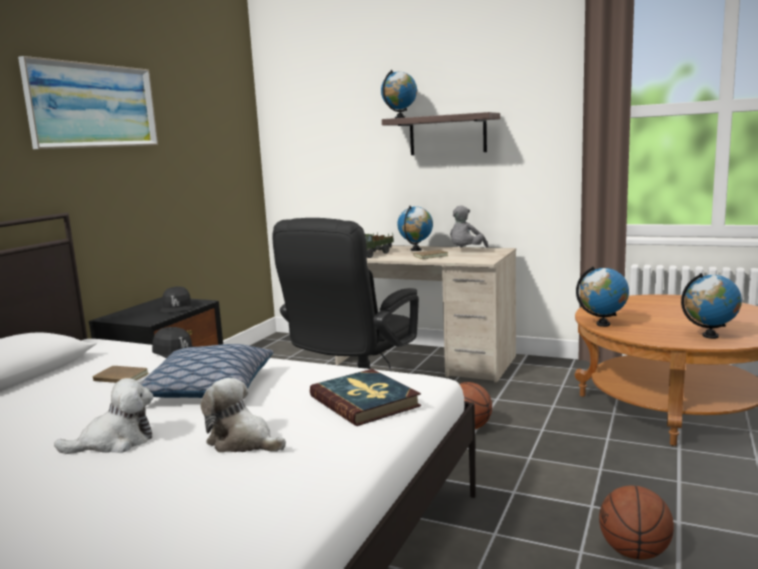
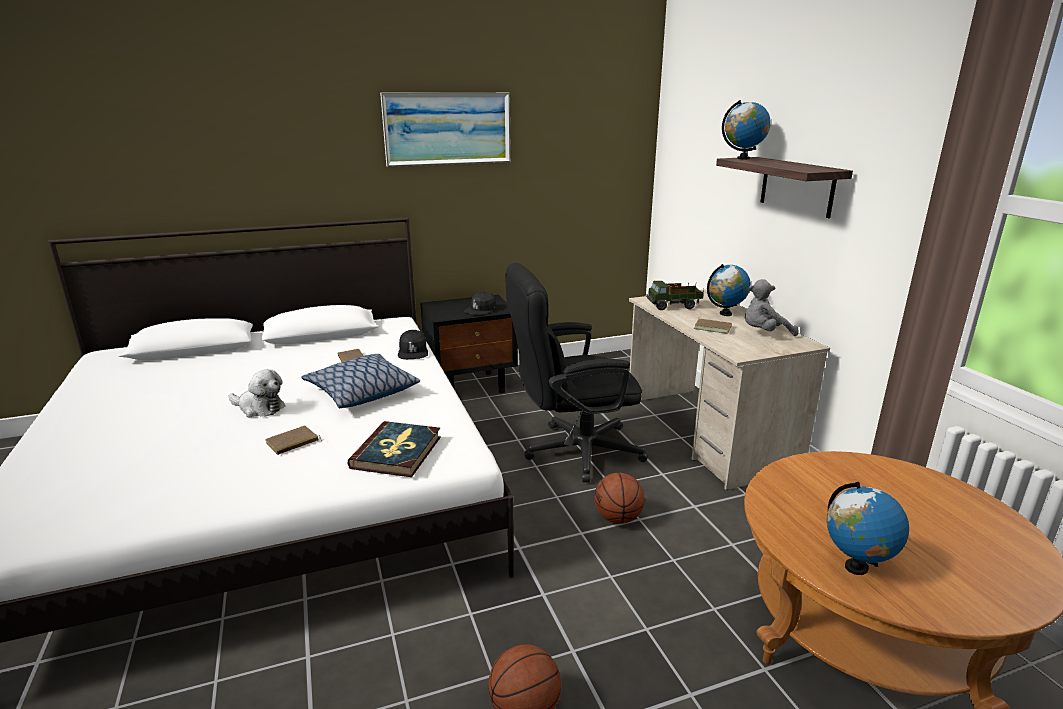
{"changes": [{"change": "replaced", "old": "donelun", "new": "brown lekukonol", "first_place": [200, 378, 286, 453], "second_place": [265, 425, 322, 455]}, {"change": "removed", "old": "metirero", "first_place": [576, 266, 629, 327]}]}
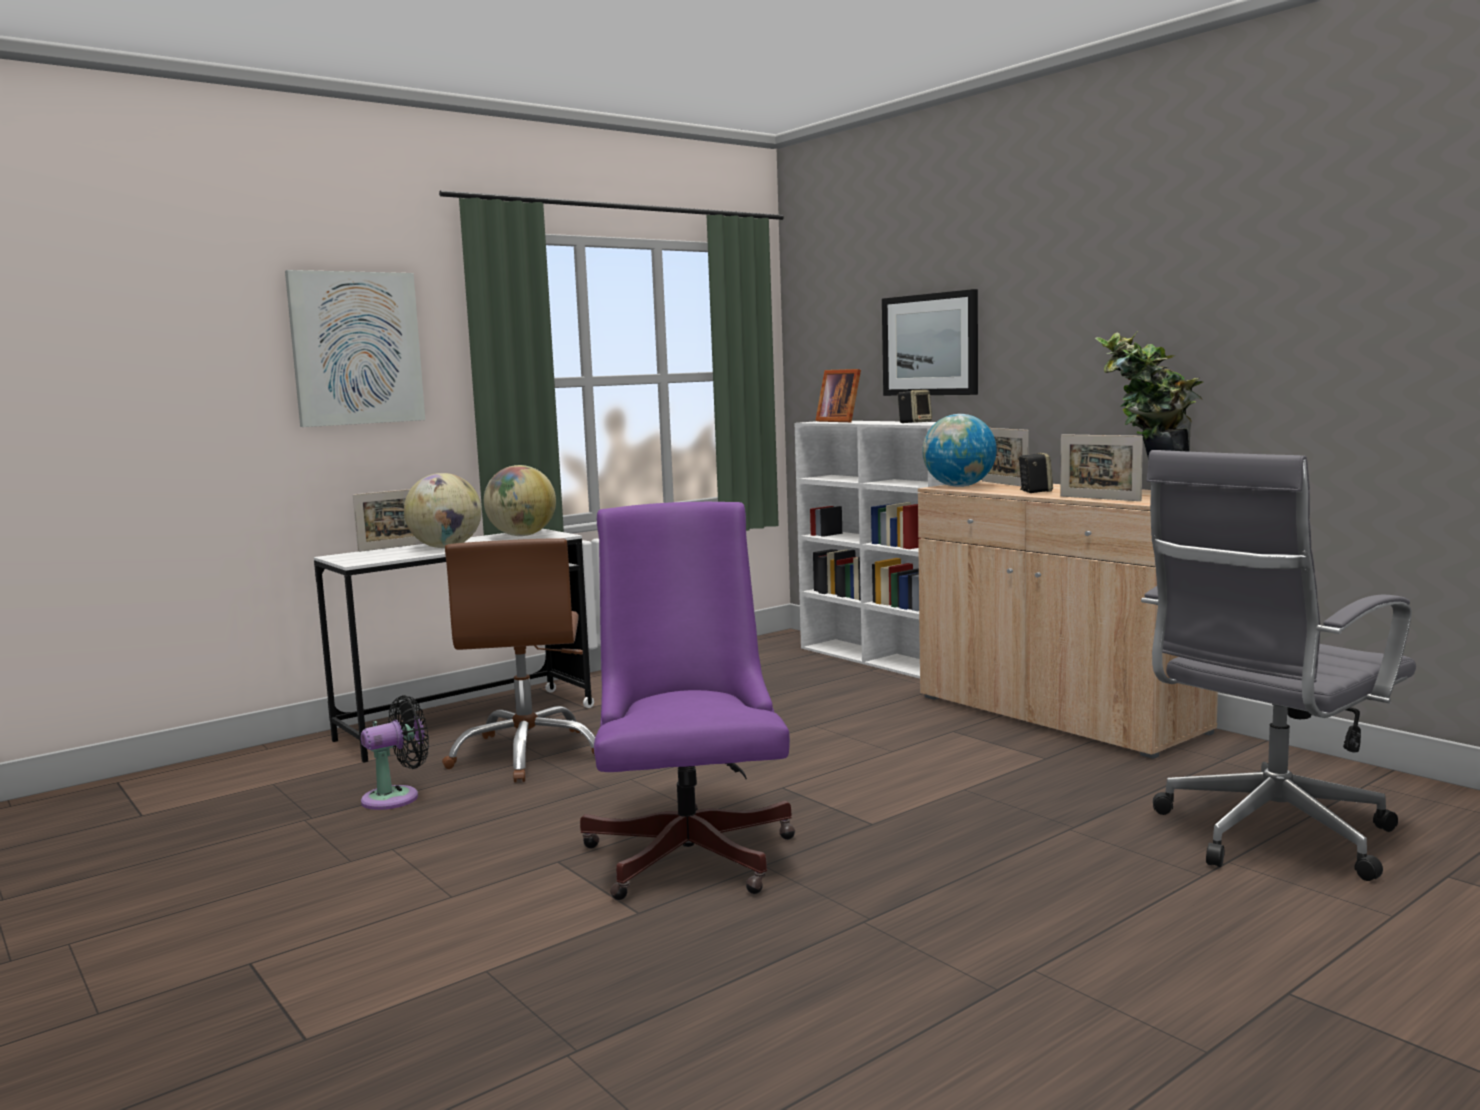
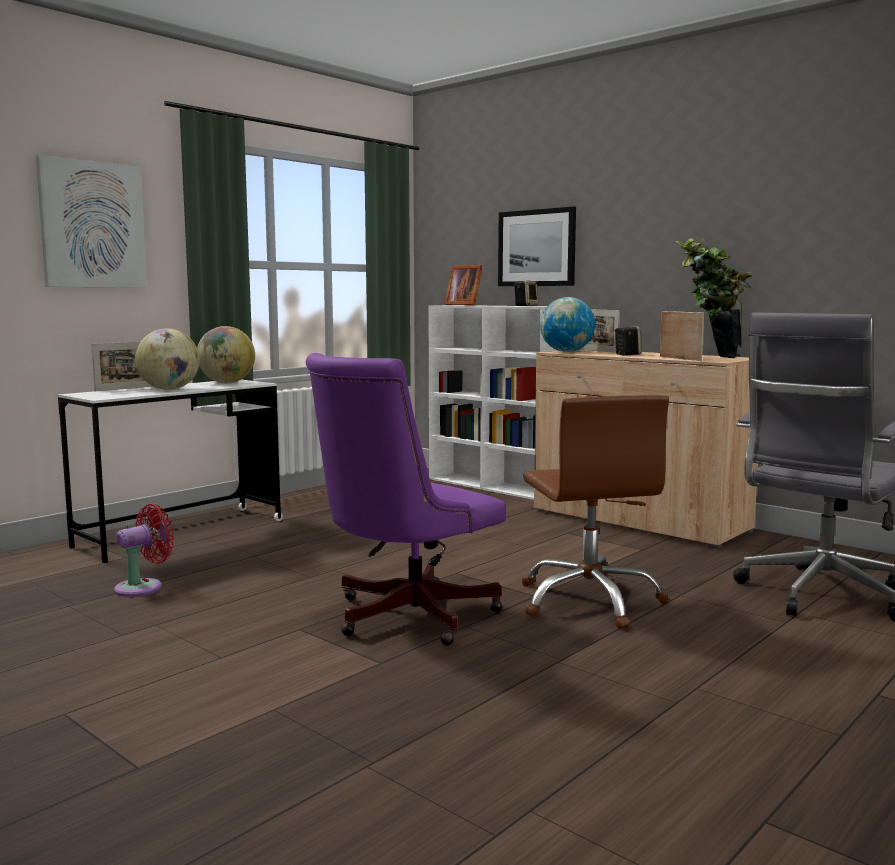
{"changes": [{"change": "recoloured", "old": "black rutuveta", "new": "red rutuveta", "first_place": [361, 695, 429, 810], "second_place": [114, 504, 174, 597]}, {"change": "moved", "old": "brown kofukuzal", "first_place": [442, 538, 595, 782], "second_place": [522, 395, 669, 629]}, {"change": "turned", "old": "purple kofukuzal", "first_place": [580, 502, 795, 900], "second_place": [306, 353, 506, 646], "degrees": -120}, {"change": "turned", "old": "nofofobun", "first_place": [1060, 434, 1143, 501], "second_place": [660, 311, 704, 361], "degrees": -150}]}
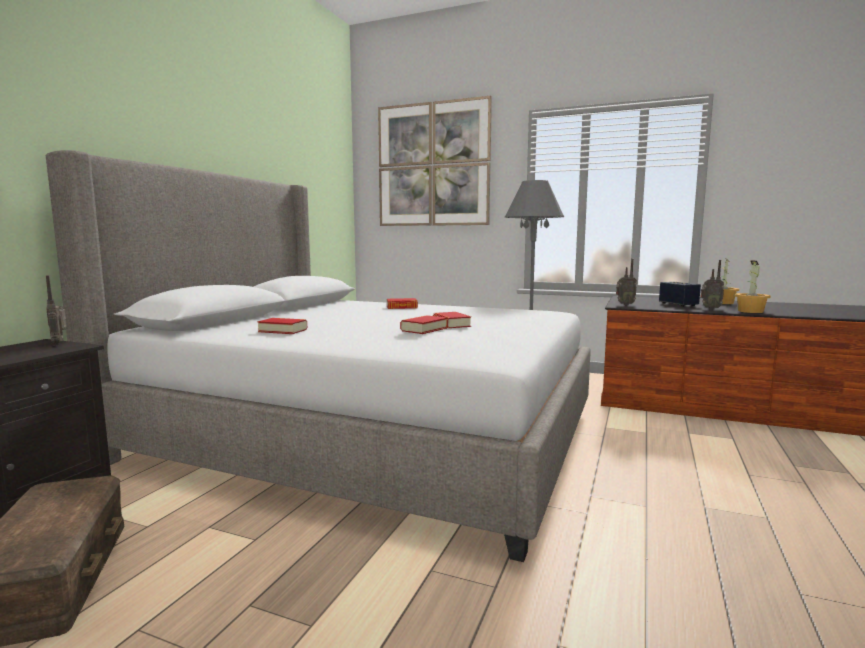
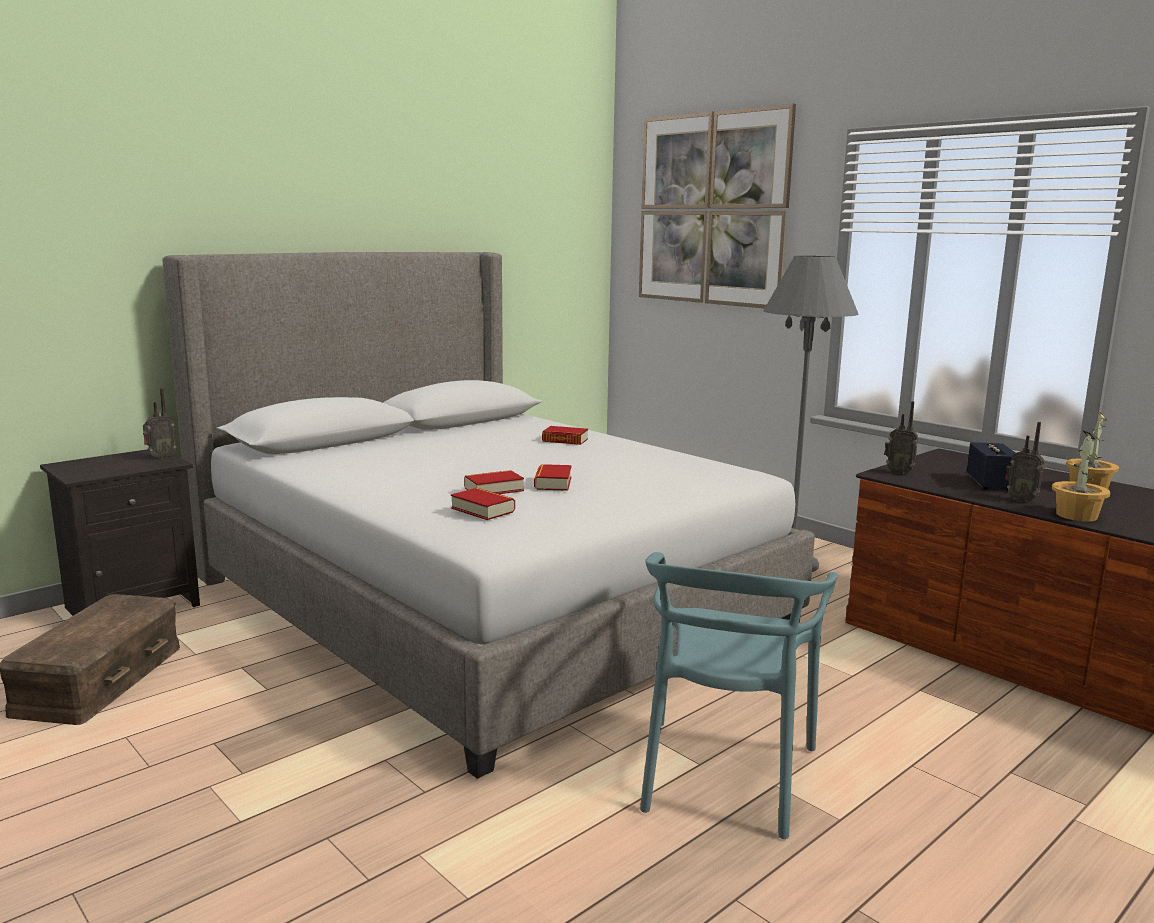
{"changes": [{"change": "turned", "old": "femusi", "first_place": [46, 276, 67, 346], "second_place": [143, 388, 177, 459], "degrees": -120}, {"change": "moved", "old": "lekukonol", "first_place": [257, 318, 307, 334], "second_place": [451, 488, 515, 520]}, {"change": "added", "new": "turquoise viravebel", "second_place": [640, 552, 838, 839]}]}
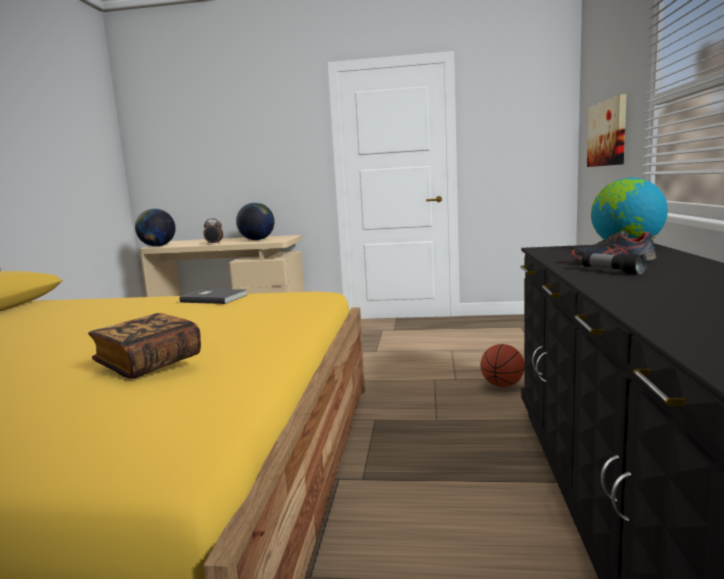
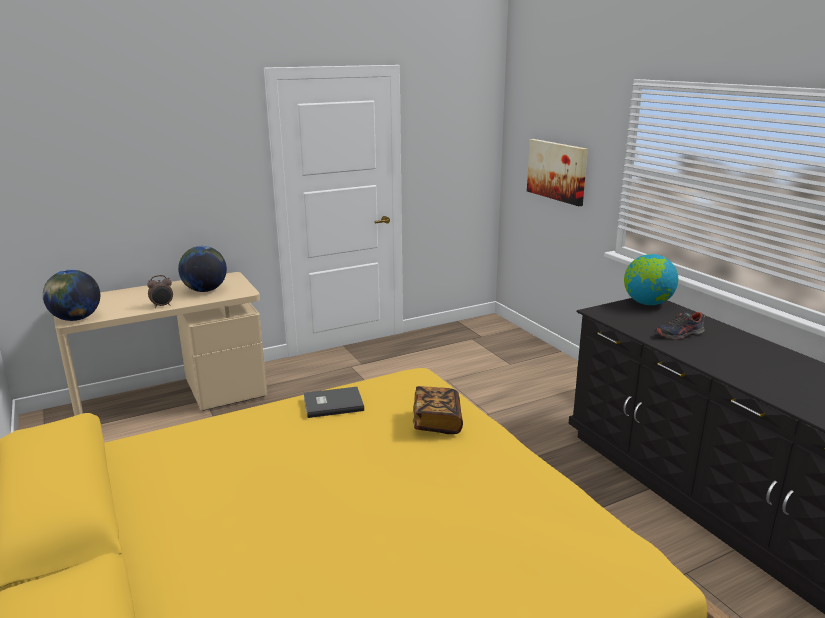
{"changes": [{"change": "moved", "old": "lekukonol", "first_place": [88, 313, 201, 379], "second_place": [413, 386, 463, 434]}, {"change": "removed", "old": "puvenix", "first_place": [480, 344, 525, 387]}, {"change": "removed", "old": "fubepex", "first_place": [582, 252, 647, 275]}]}
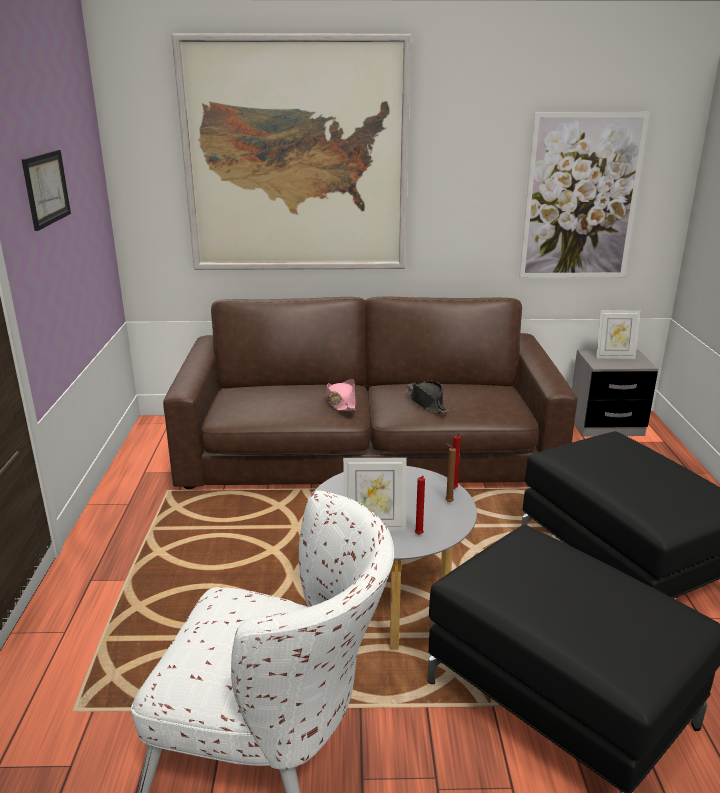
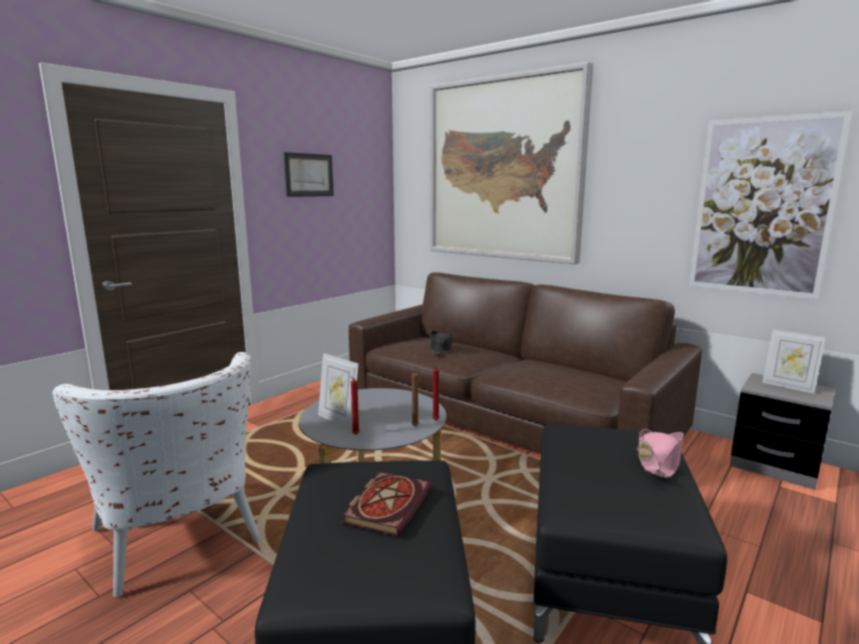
{"changes": [{"change": "moved", "old": "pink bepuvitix", "first_place": [327, 379, 356, 411], "second_place": [637, 429, 684, 478]}, {"change": "moved", "old": "black bepuvitix", "first_place": [406, 380, 449, 414], "second_place": [430, 330, 453, 355]}, {"change": "added", "new": "lekukonol", "second_place": [341, 472, 432, 536]}]}
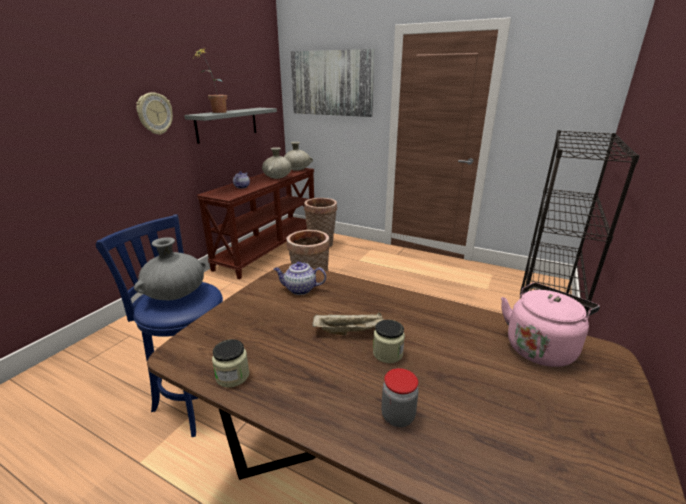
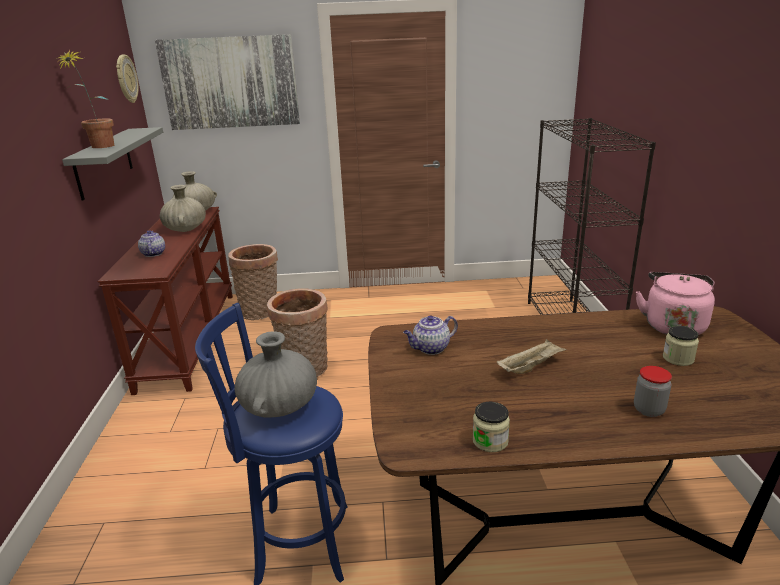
{"changes": [{"change": "moved", "old": "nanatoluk", "first_place": [136, 92, 173, 135], "second_place": [116, 55, 139, 103]}, {"change": "moved", "old": "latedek", "first_place": [373, 320, 405, 363], "second_place": [663, 326, 699, 366]}]}
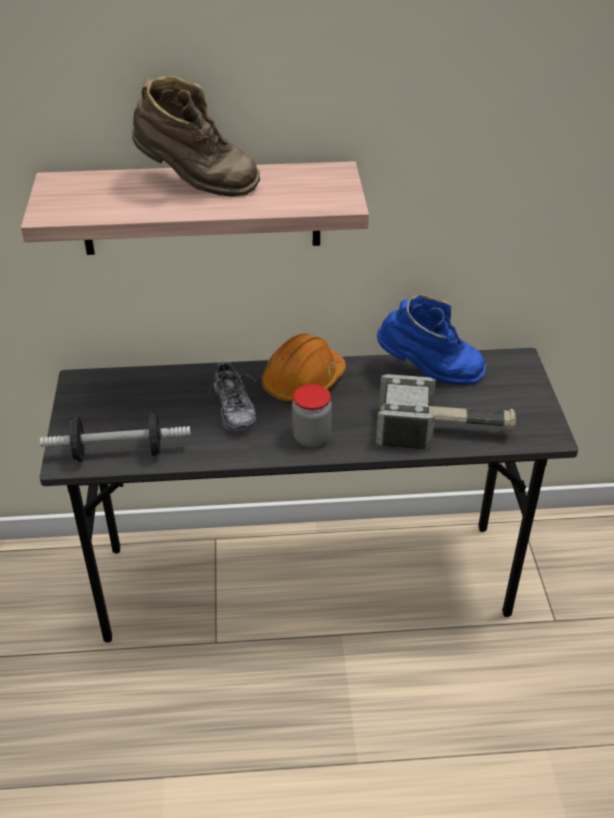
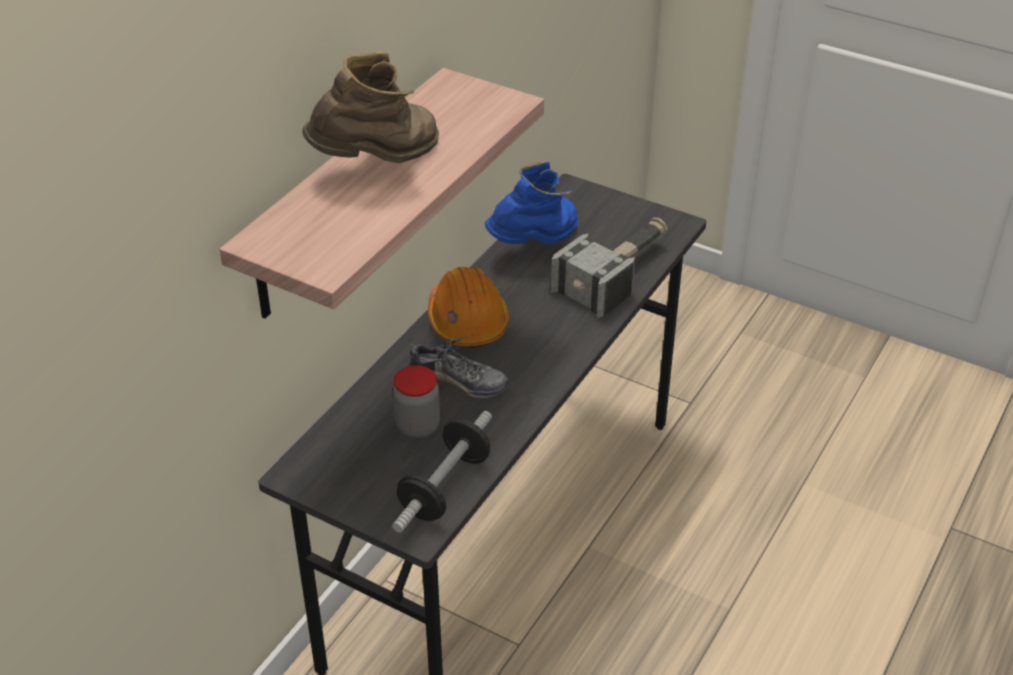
{"changes": [{"change": "moved", "old": "latedek", "first_place": [292, 384, 332, 447], "second_place": [393, 365, 440, 438]}]}
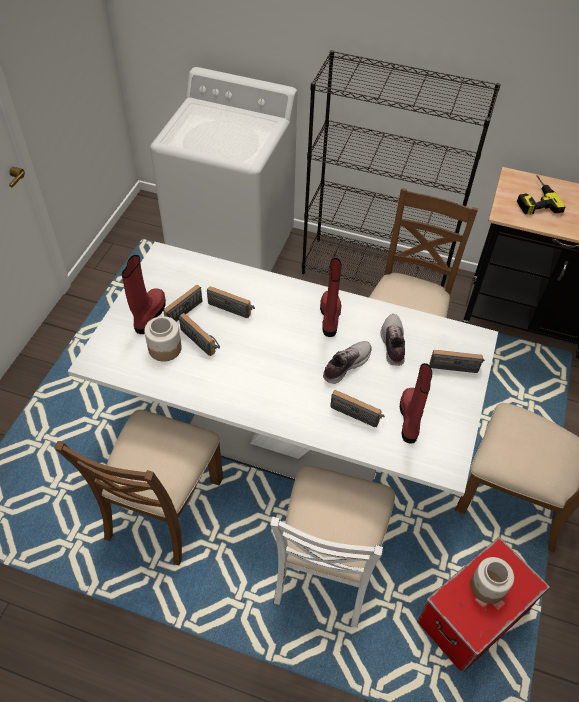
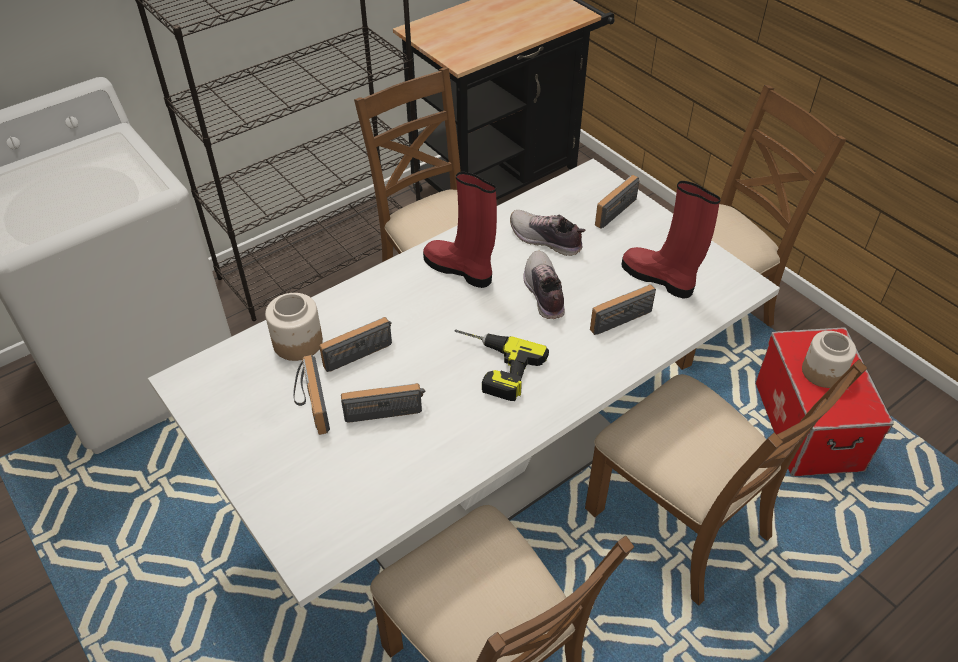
{"changes": [{"change": "removed", "old": "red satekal", "first_place": [122, 255, 166, 334]}, {"change": "moved", "old": "latedek", "first_place": [144, 316, 182, 362], "second_place": [265, 293, 323, 361]}, {"change": "recoloured", "old": "white viravebel", "new": "brown viravebel", "first_place": [270, 465, 395, 628], "second_place": [585, 360, 867, 605]}, {"change": "moved", "old": "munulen", "first_place": [517, 175, 566, 215], "second_place": [454, 330, 549, 401]}]}
